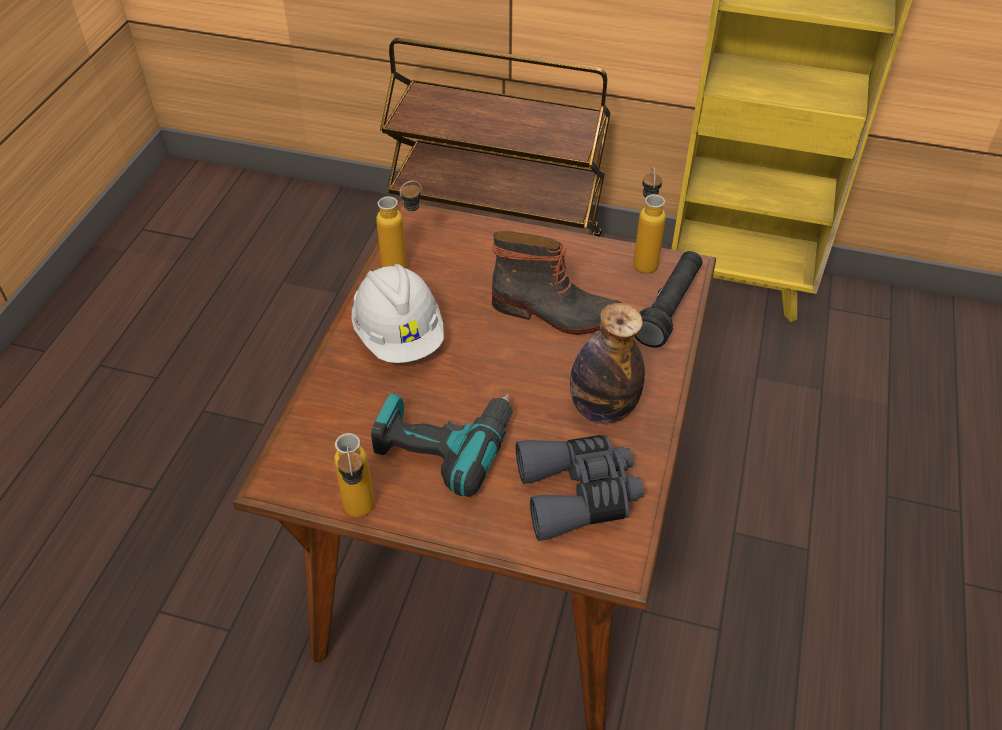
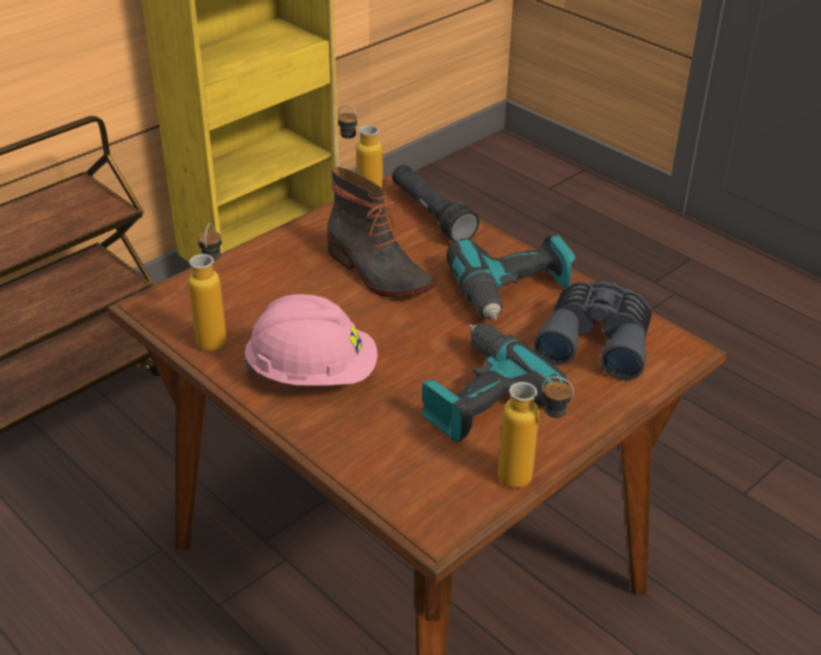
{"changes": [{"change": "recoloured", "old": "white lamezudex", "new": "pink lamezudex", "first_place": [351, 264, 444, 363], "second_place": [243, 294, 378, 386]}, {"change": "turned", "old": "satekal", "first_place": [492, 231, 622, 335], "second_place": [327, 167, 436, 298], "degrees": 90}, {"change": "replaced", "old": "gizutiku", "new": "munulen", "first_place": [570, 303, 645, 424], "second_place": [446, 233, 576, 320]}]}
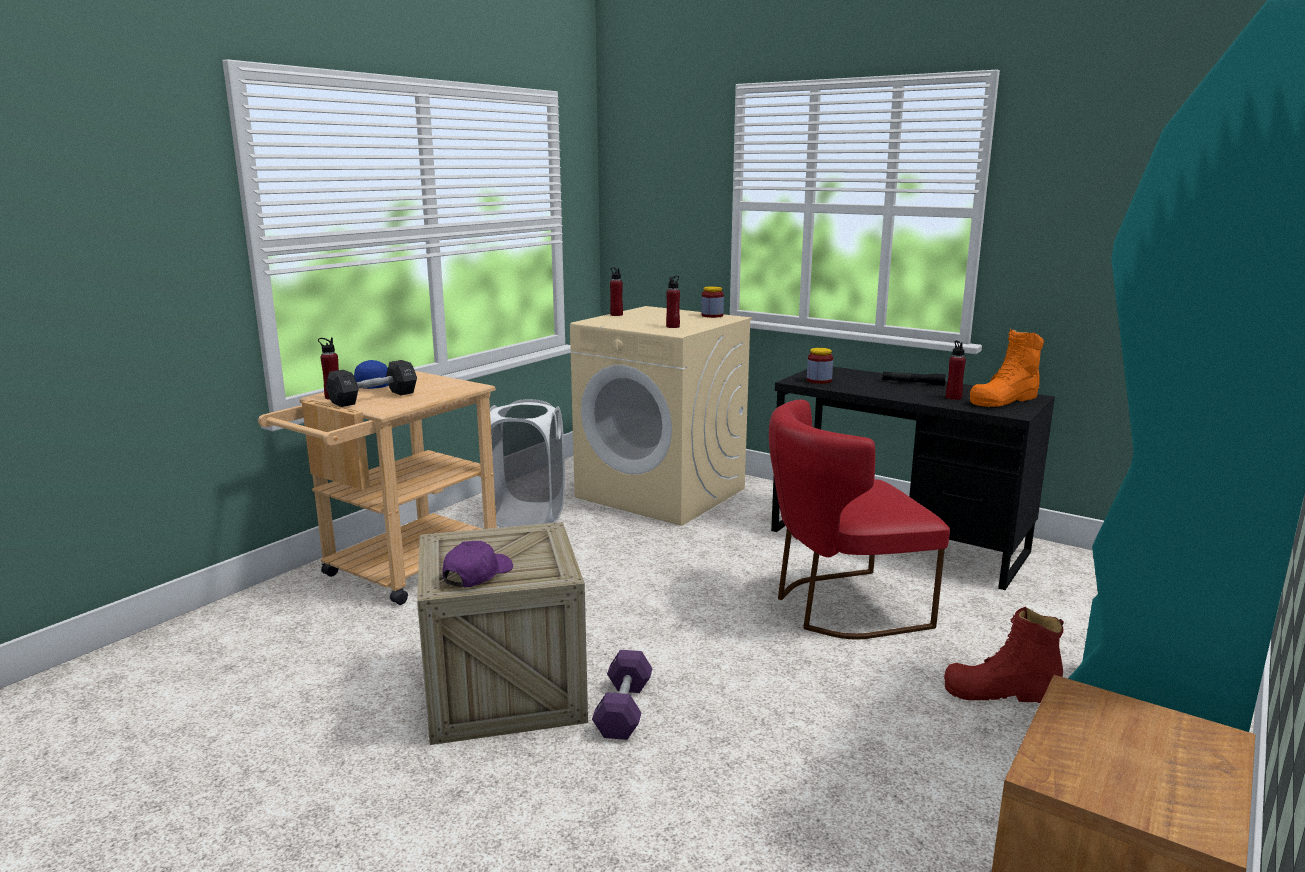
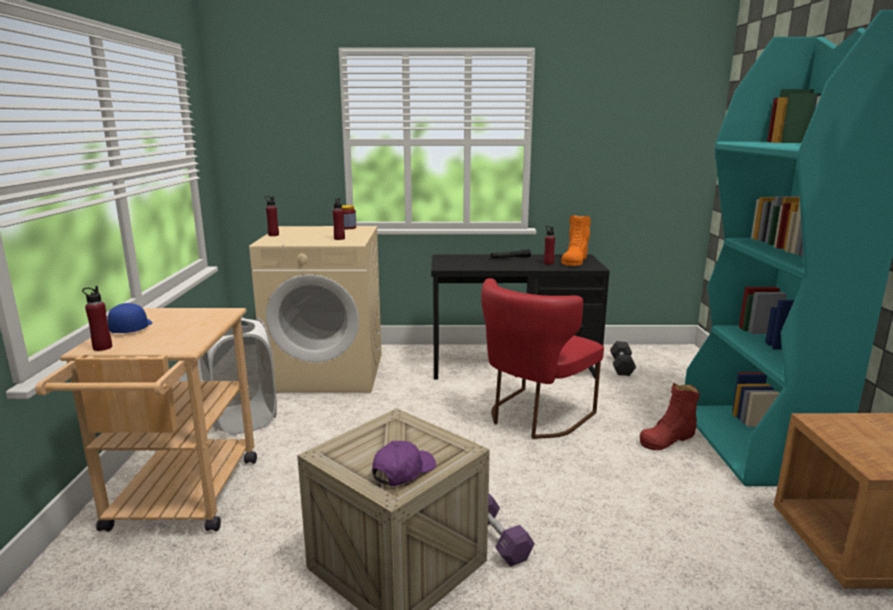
{"changes": [{"change": "moved", "old": "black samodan", "first_place": [326, 360, 417, 407], "second_place": [610, 341, 636, 376]}, {"change": "turned", "old": "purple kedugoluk", "first_place": [442, 541, 513, 588], "second_place": [372, 441, 436, 486], "degrees": 45}, {"change": "removed", "old": "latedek", "first_place": [807, 348, 833, 384]}]}
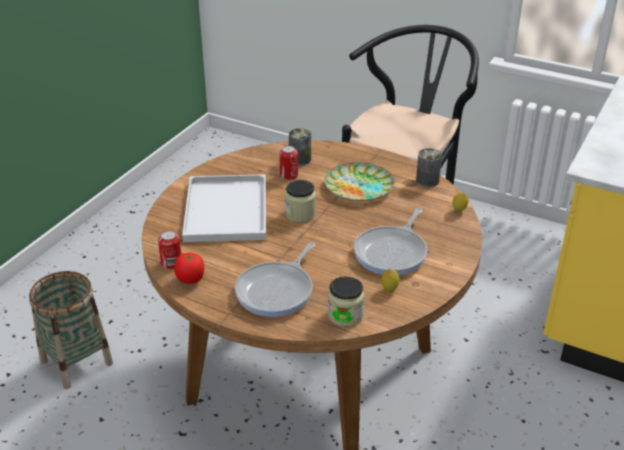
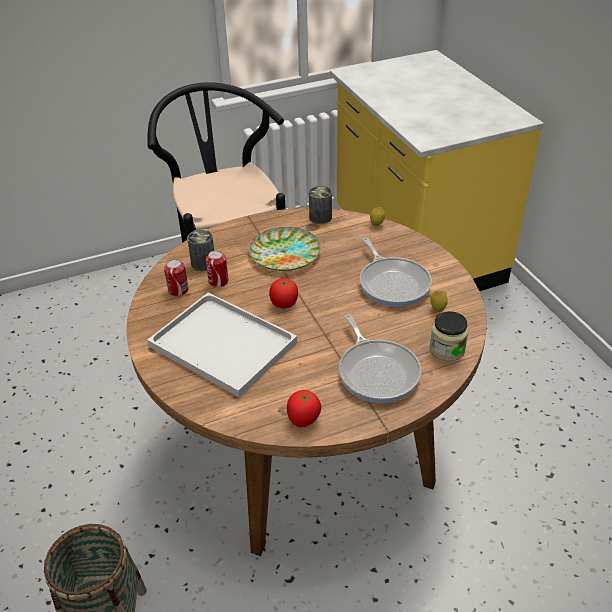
{"changes": [{"change": "moved", "old": "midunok", "first_place": [158, 231, 181, 270], "second_place": [164, 259, 188, 297]}, {"change": "replaced", "old": "latedek", "new": "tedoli", "first_place": [285, 180, 316, 222], "second_place": [269, 278, 298, 308]}]}
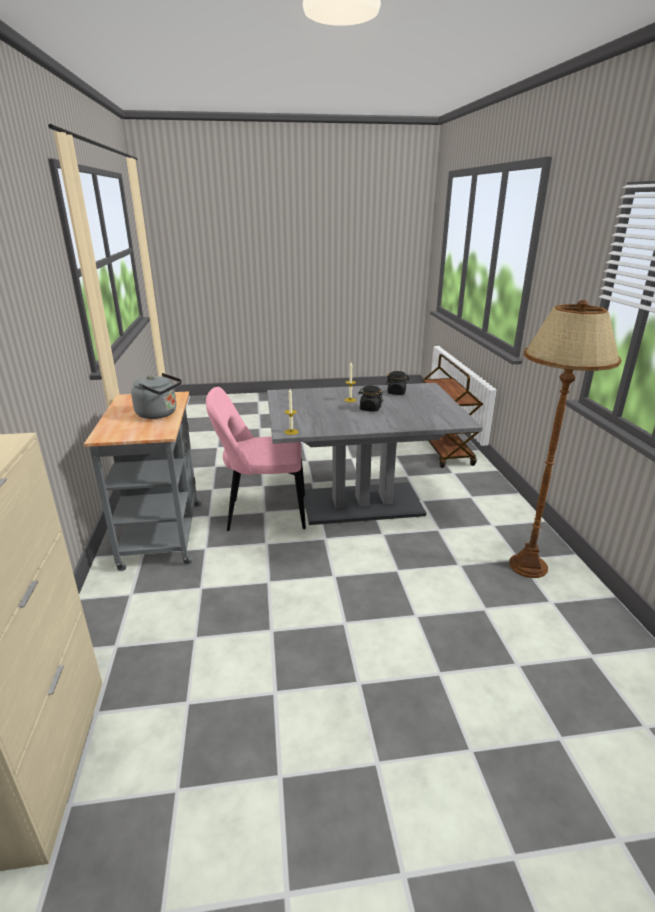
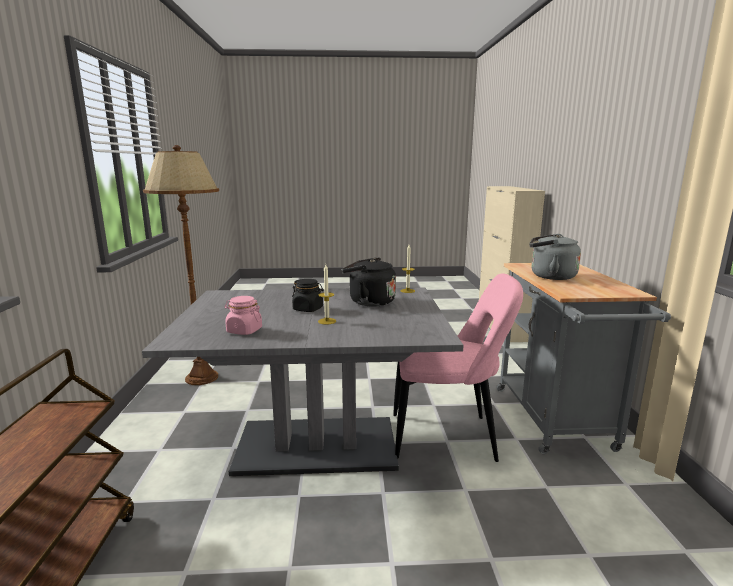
{"changes": [{"change": "recoloured", "old": "black latedek", "new": "pink latedek", "first_place": [386, 371, 409, 395], "second_place": [225, 296, 262, 335]}, {"change": "added", "new": "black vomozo", "second_place": [341, 257, 396, 307]}]}
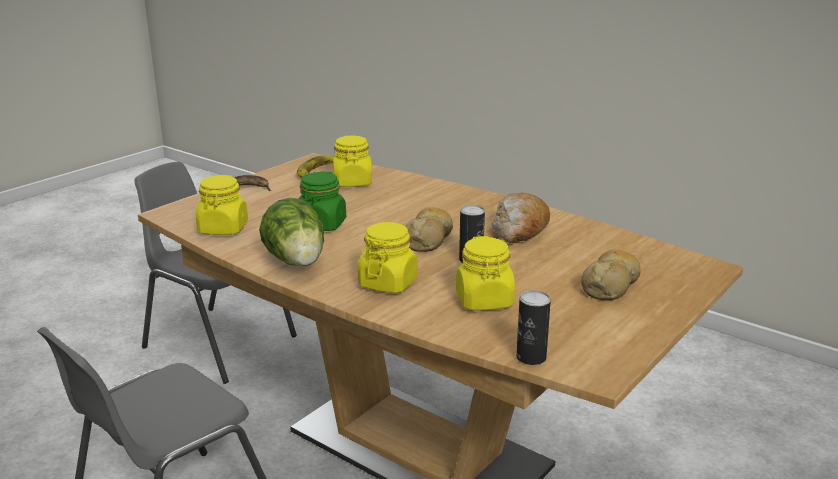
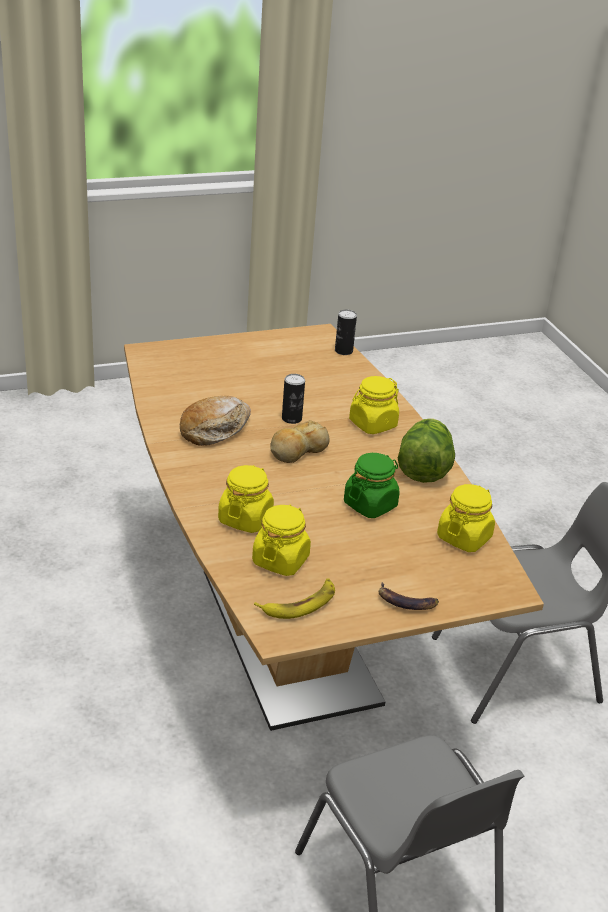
{"changes": [{"change": "moved", "old": "yellow latedek", "first_place": [456, 236, 515, 310], "second_place": [218, 465, 274, 533]}, {"change": "removed", "old": "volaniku", "first_place": [581, 249, 641, 300]}]}
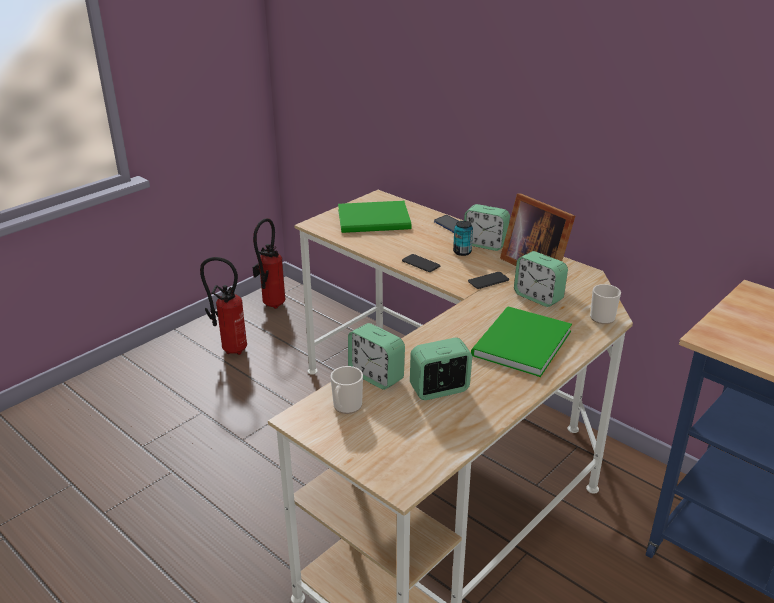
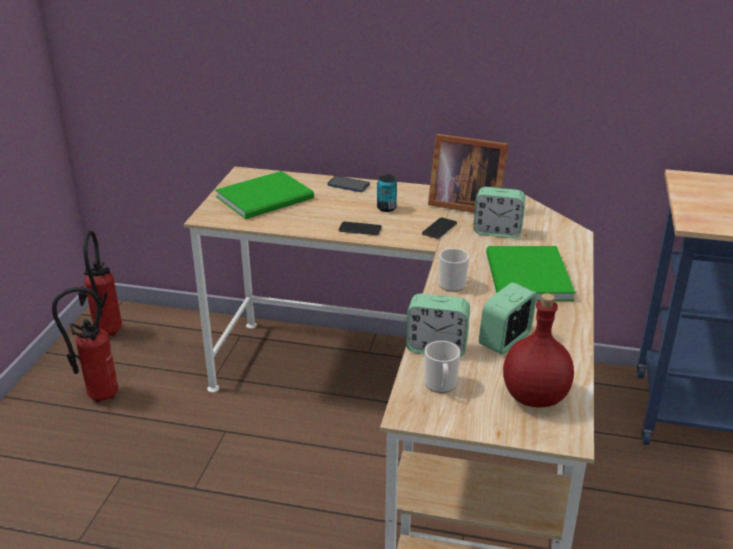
{"changes": [{"change": "removed", "old": "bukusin", "first_place": [464, 204, 510, 251]}, {"change": "moved", "old": "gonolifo", "first_place": [590, 284, 621, 324], "second_place": [439, 248, 469, 292]}, {"change": "added", "new": "red gizutiku", "second_place": [503, 293, 574, 408]}]}
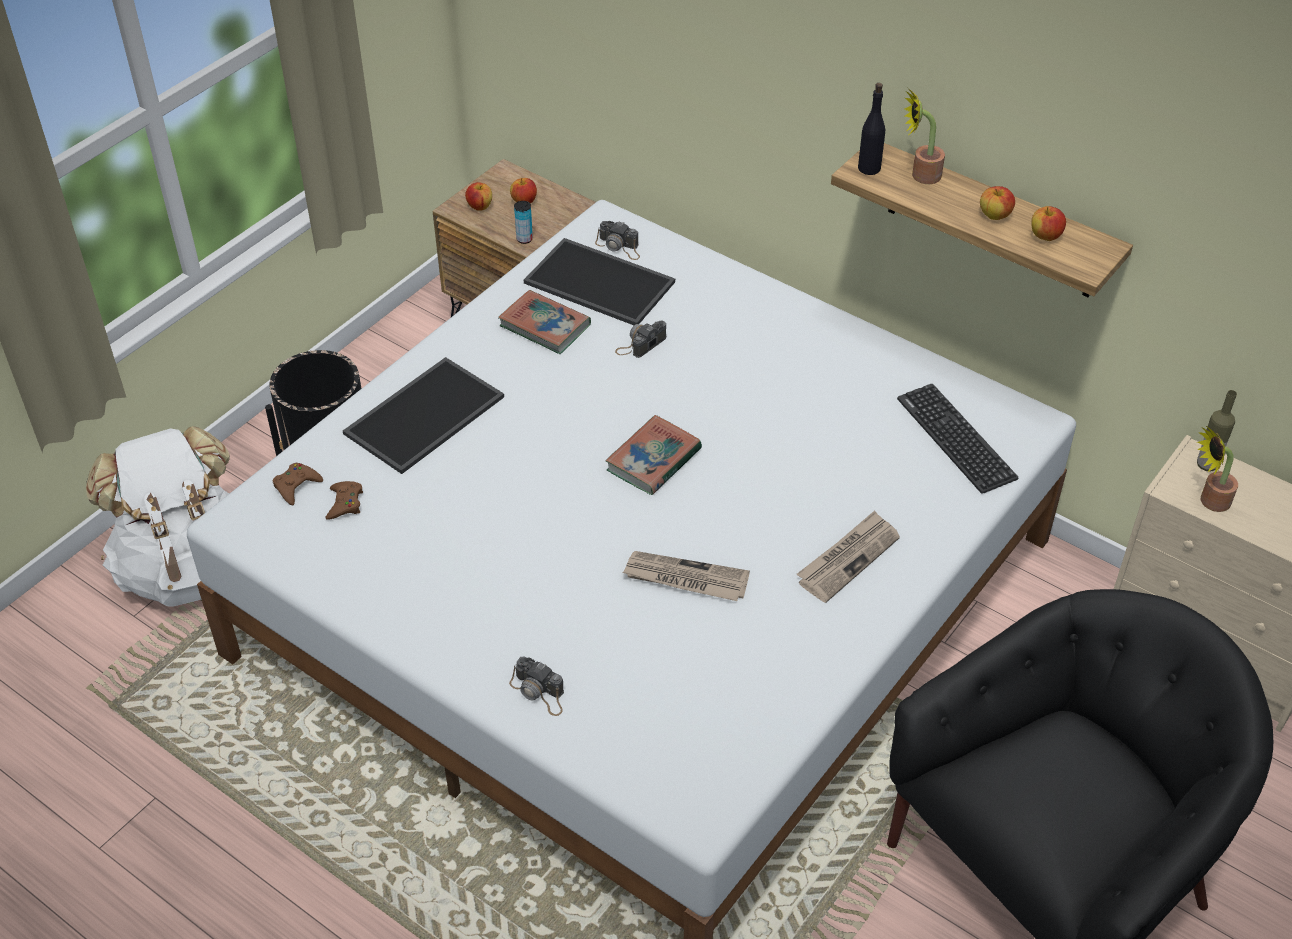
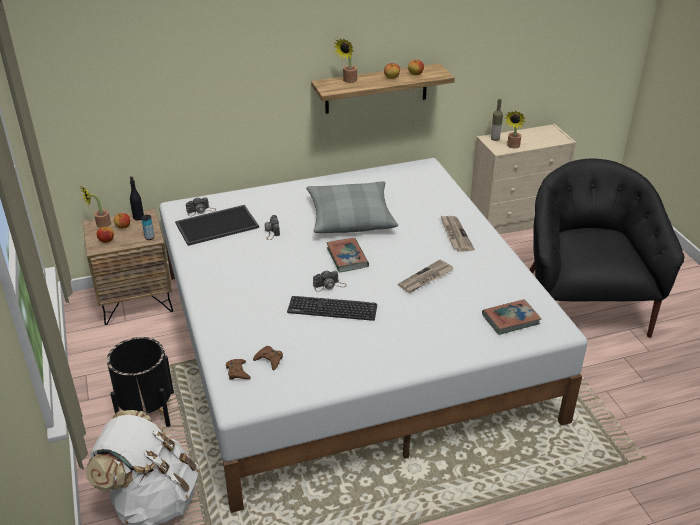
{"changes": [{"change": "removed", "old": "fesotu", "first_place": [343, 357, 504, 474]}, {"change": "moved", "old": "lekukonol", "first_place": [498, 290, 591, 354], "second_place": [482, 299, 541, 335]}, {"change": "moved", "old": "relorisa", "first_place": [509, 657, 564, 716], "second_place": [313, 271, 347, 292]}, {"change": "moved", "old": "black gizutiku", "first_place": [858, 83, 885, 175], "second_place": [130, 176, 144, 220]}, {"change": "moved", "old": "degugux", "first_place": [897, 384, 1018, 494], "second_place": [287, 296, 377, 321]}, {"change": "added", "new": "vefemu", "second_place": [81, 186, 111, 228]}, {"change": "added", "new": "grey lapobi", "second_place": [306, 181, 398, 233]}]}
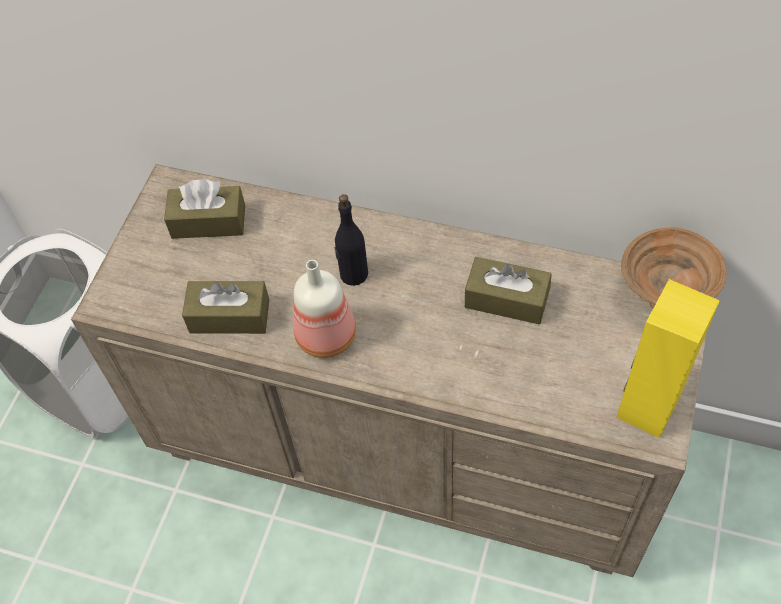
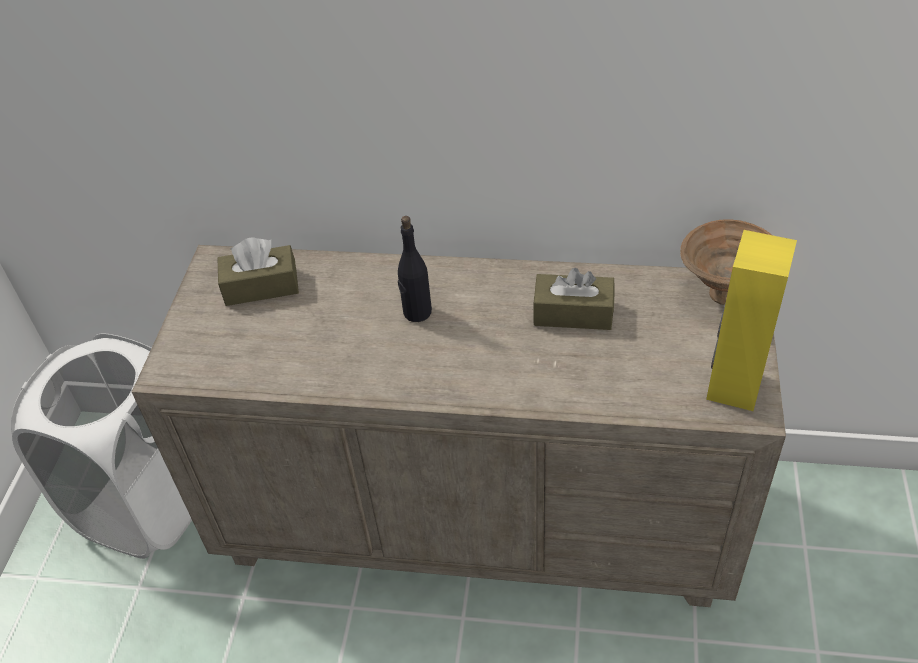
{"changes": [{"change": "removed", "old": "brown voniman", "first_place": [182, 281, 269, 334]}, {"change": "removed", "old": "gizutiku", "first_place": [293, 260, 356, 358]}]}
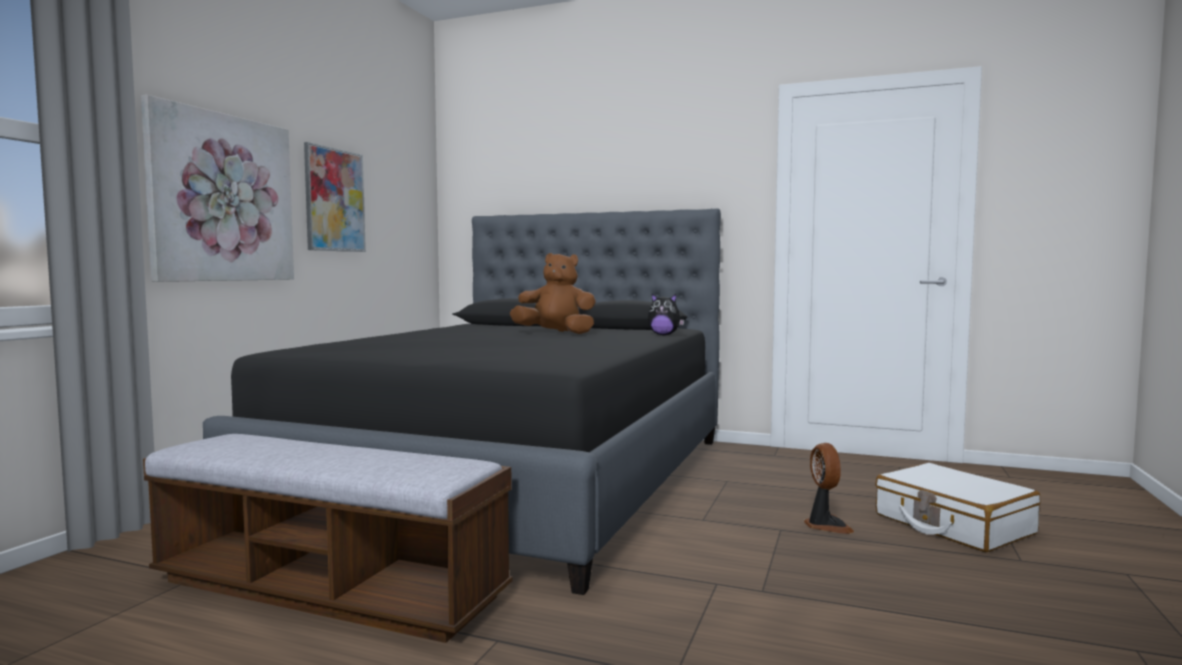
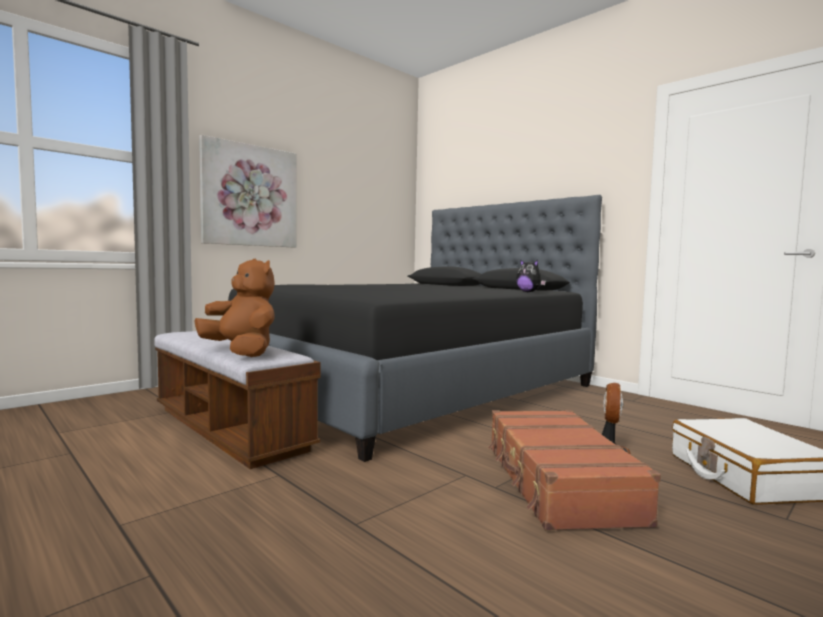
{"changes": [{"change": "removed", "old": "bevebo", "first_place": [304, 142, 366, 252]}, {"change": "moved", "old": "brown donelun", "first_place": [510, 253, 596, 334], "second_place": [194, 258, 275, 357]}, {"change": "added", "new": "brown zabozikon", "second_place": [488, 410, 661, 531]}]}
